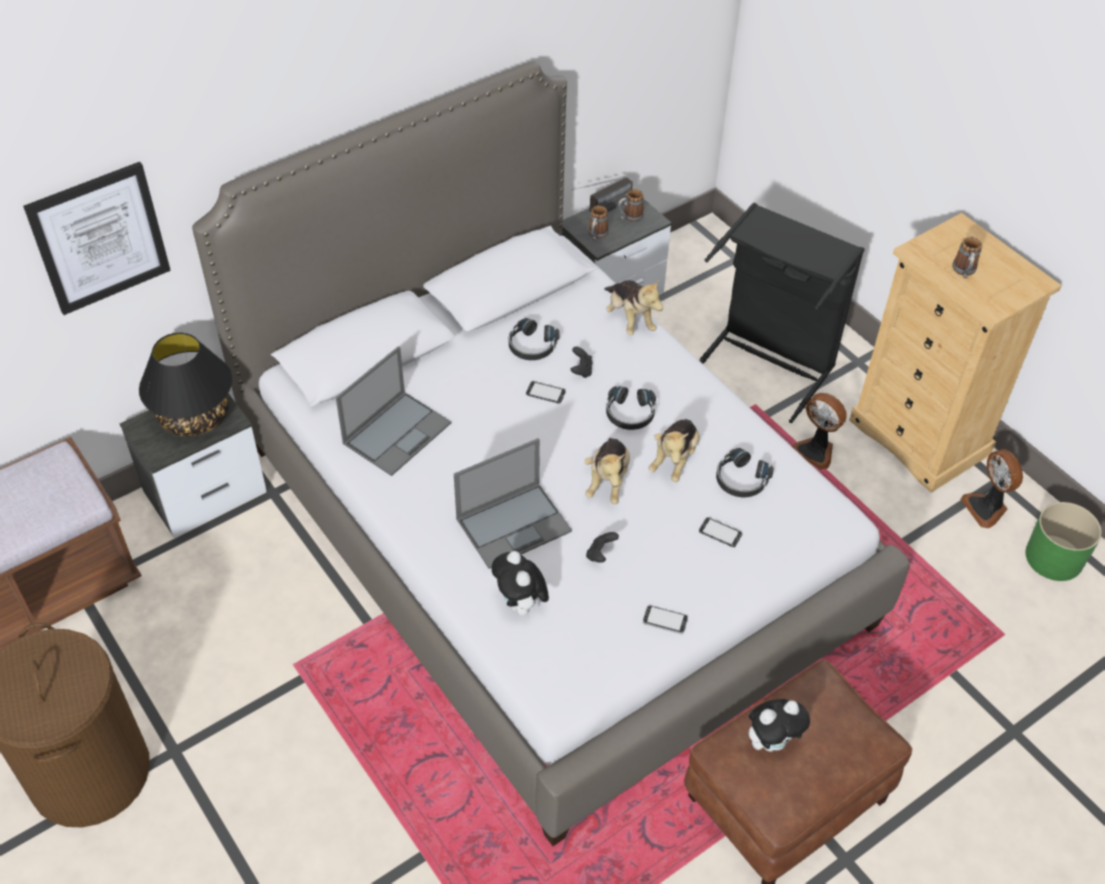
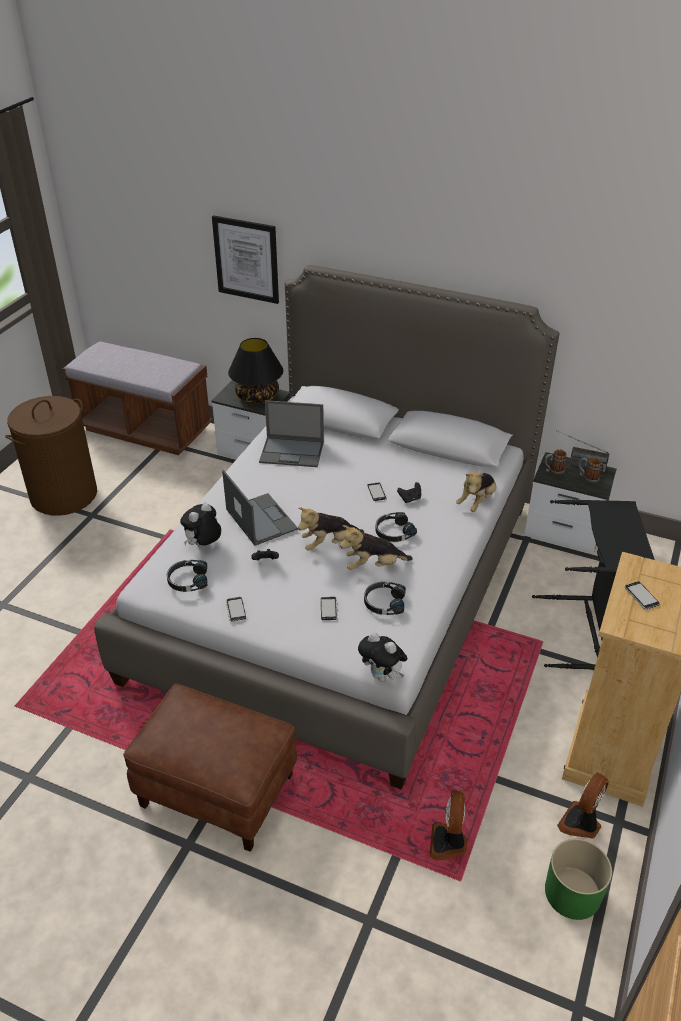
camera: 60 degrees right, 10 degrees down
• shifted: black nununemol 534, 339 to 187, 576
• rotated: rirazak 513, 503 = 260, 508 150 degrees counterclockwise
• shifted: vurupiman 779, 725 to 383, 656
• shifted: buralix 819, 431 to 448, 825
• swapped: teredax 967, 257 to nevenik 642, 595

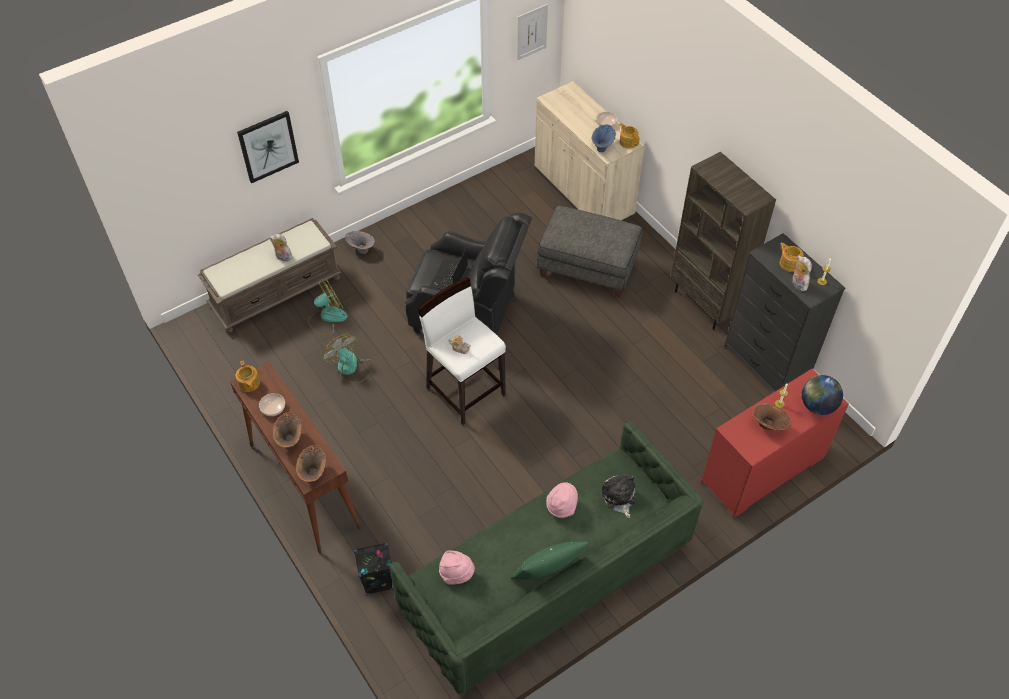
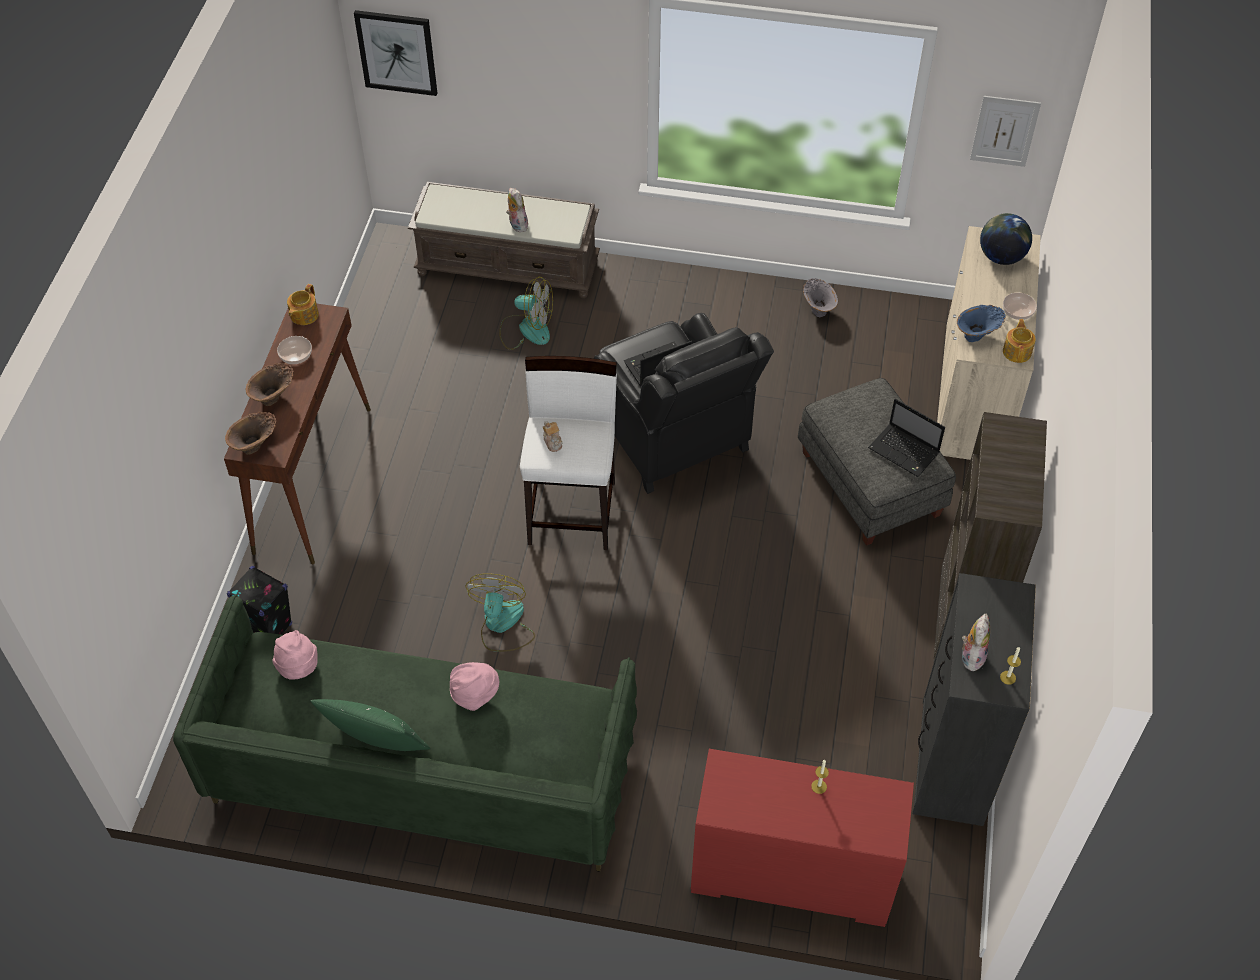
camera: 45 degrees right, 0 degrees up
• shifted: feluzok 268, 147 to 395, 53
• shifted: buralix 348, 359 to 500, 612
• shifted: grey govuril 360, 242 to 820, 297
• new: rirazak 906, 438
• shifted: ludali 822, 395 to 1006, 239
• gone: vurupiman 618, 496
• gone: brown govuril 772, 417
• gone: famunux 791, 257

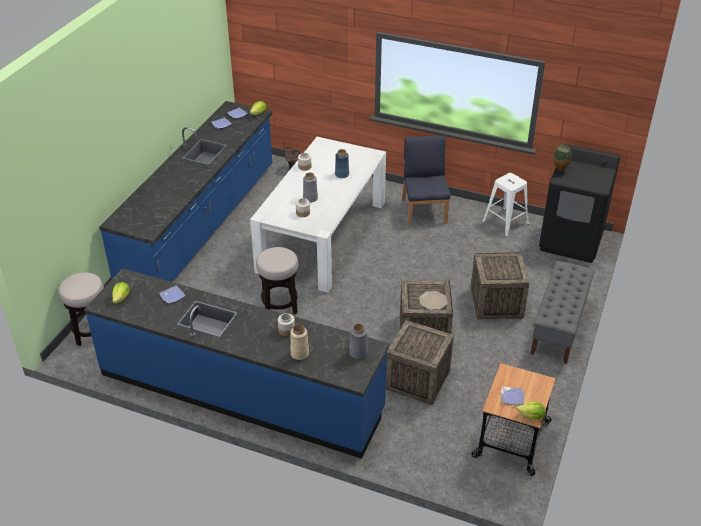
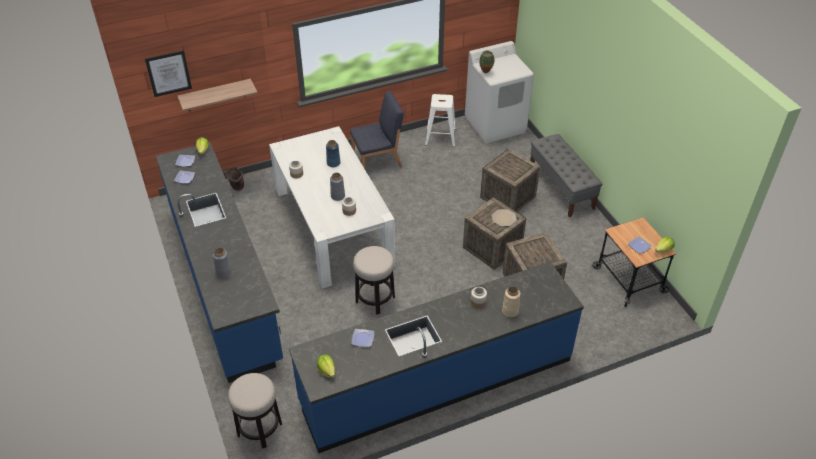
camera: 45 degrees left, 5 degrees up
• new: feluzok 168, 73
• new: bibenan 217, 95
• shifted: grey govuril 358, 341 to 222, 263
• rotated: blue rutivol 426, 180 = 376, 130 120 degrees clockwise
• repainted: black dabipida 580, 203 to white dabipida 499, 92

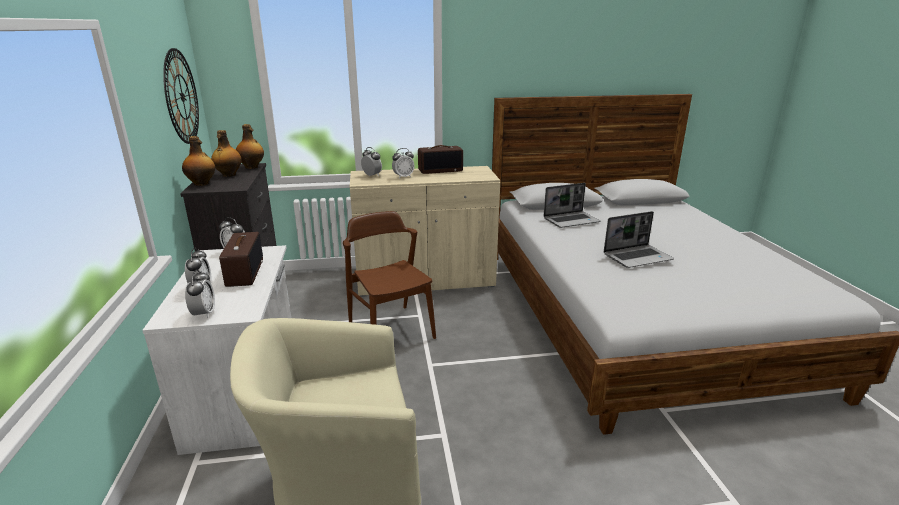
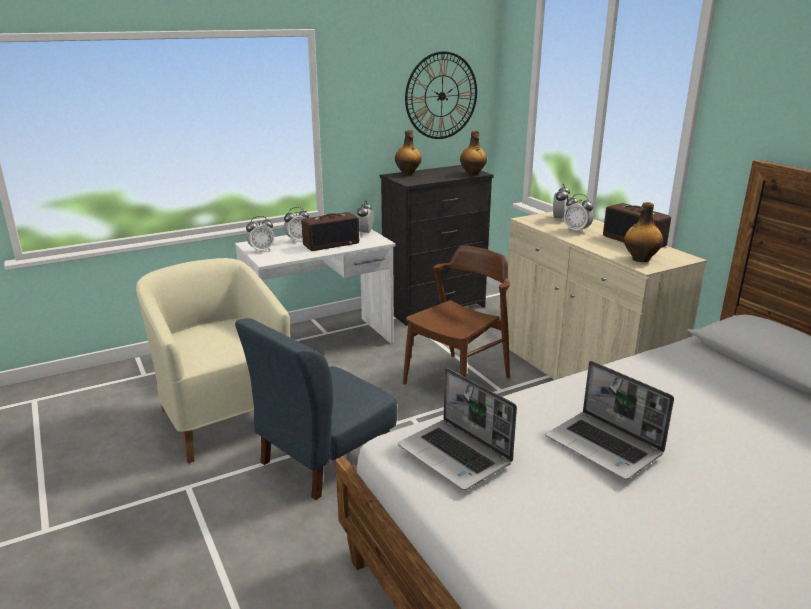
camera: 70 degrees right, 0 degrees up
• new: blue rutivol 316, 409
• shifted: rirazak 571, 205 to 457, 429
• shifted: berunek 226, 153 to 643, 232

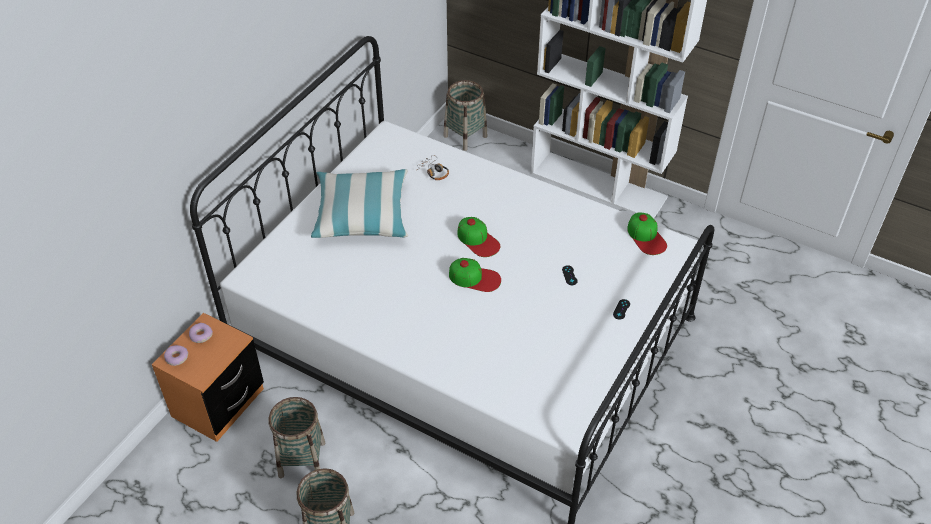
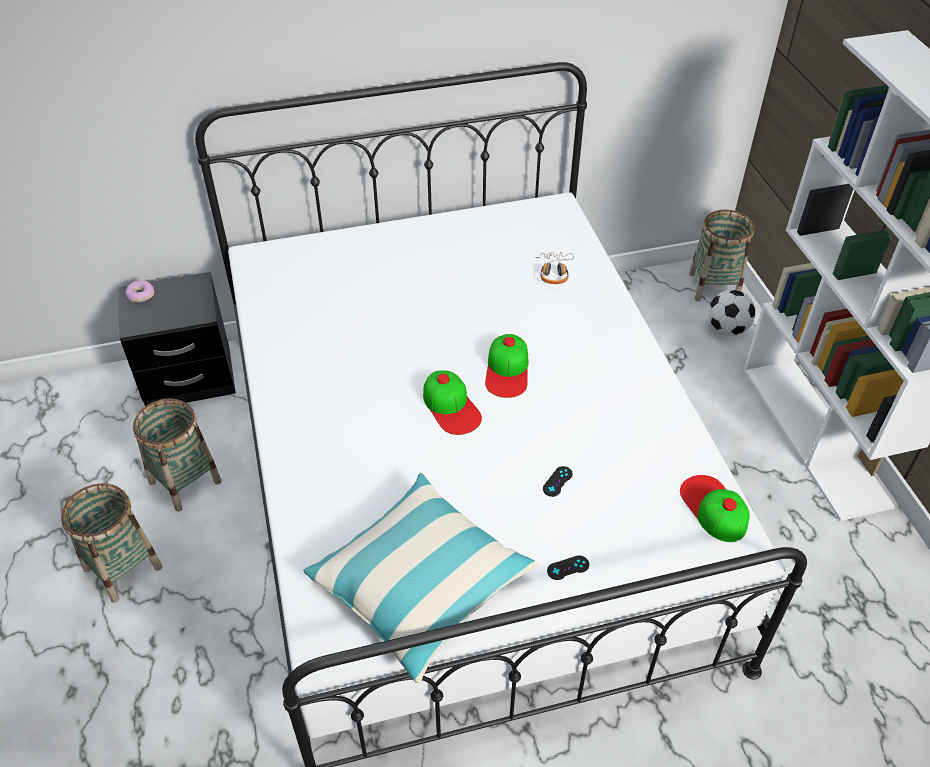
camera: 45 degrees right, 0 degrees up
• repainted: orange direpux 208, 377 to black direpux 177, 339
• shifted: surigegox 359, 203 to 420, 578
• rotated: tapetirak 647, 234 = 715, 508 135 degrees clockwise
• new: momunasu 732, 313
• gone: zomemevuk 201, 333

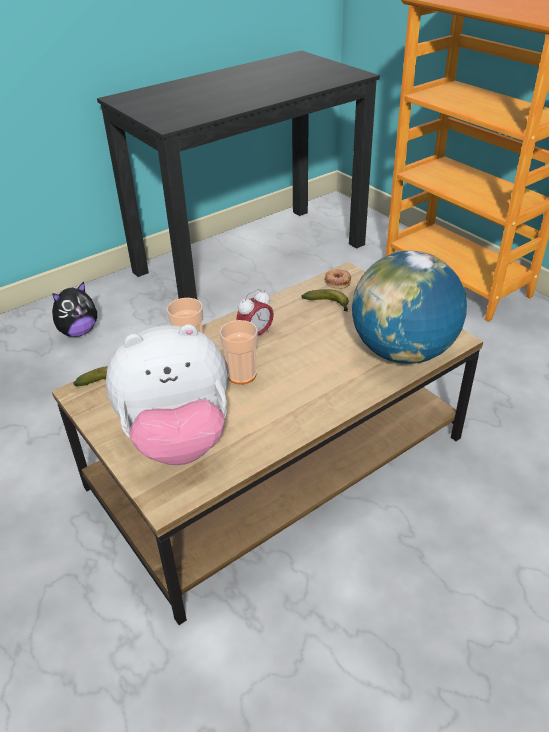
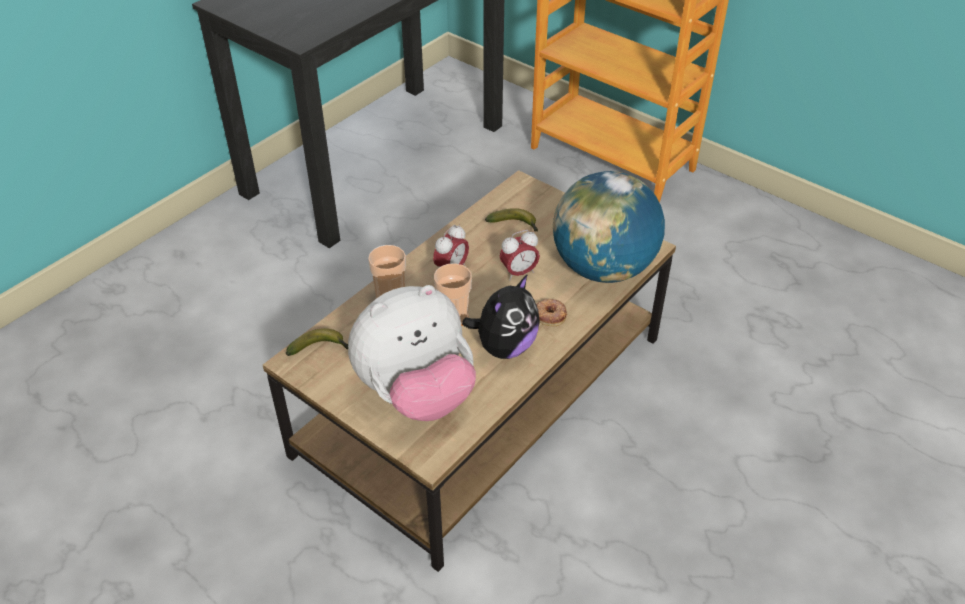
camera: 15 degrees left, 5 degrees up
• shifted: vurupiman 74, 309 to 501, 316
• new: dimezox 520, 255
• shifted: zomemevuk 338, 279 to 551, 312

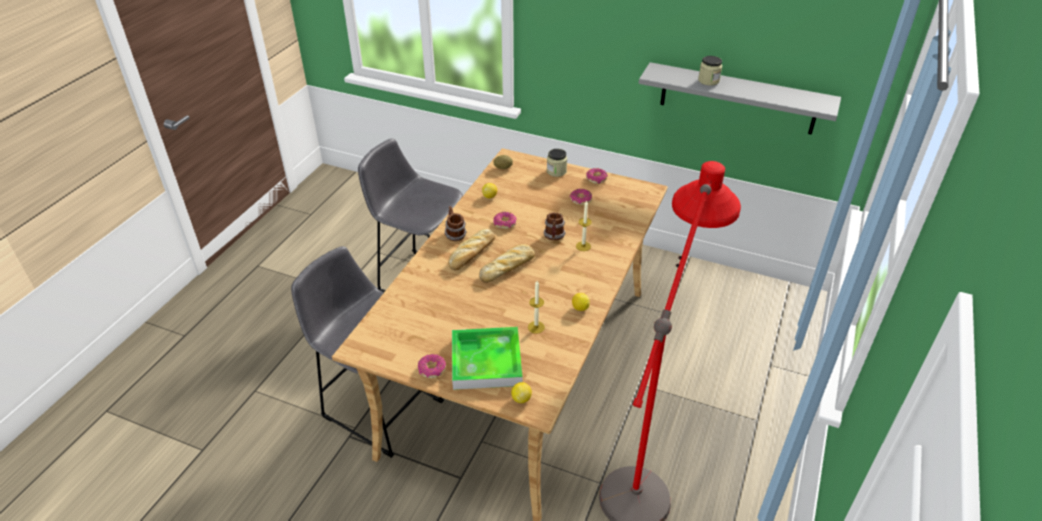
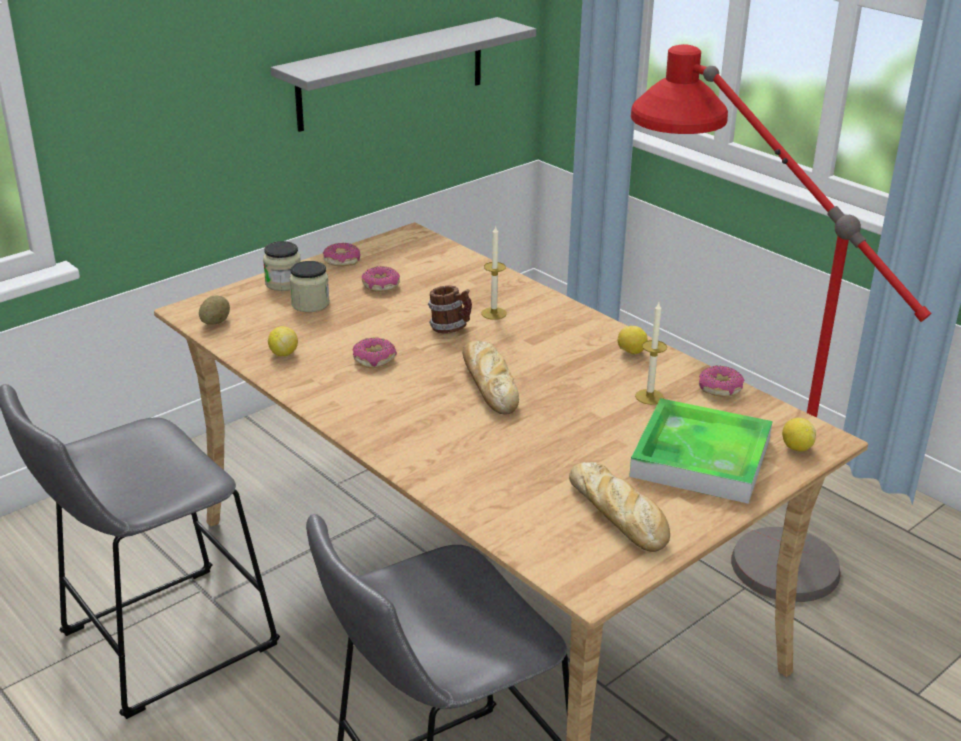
camera: 65 degrees left, 10 degrees down
• shifted: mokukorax 710, 71 to 309, 286
• shifted: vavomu 471, 249 to 619, 507
• shifted: zomemevuk 432, 366 to 721, 381
• gone: teredax 456, 223

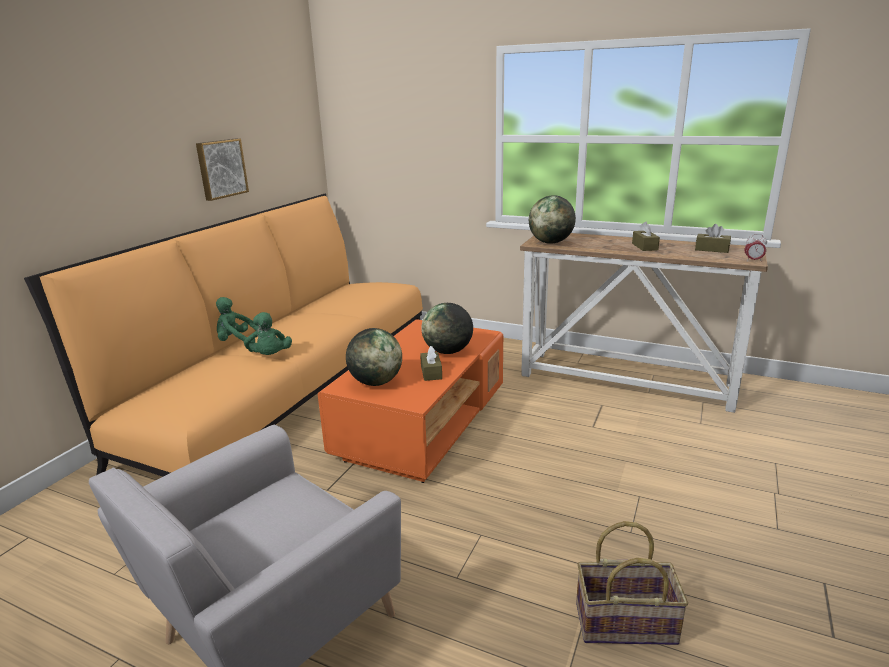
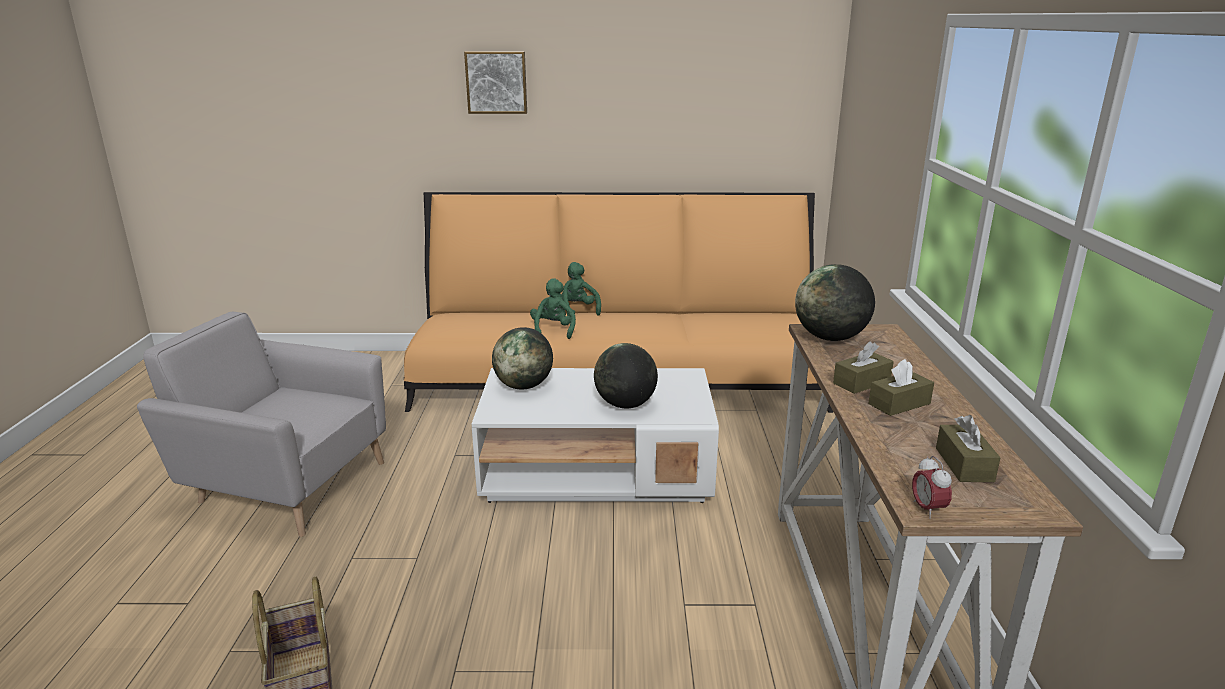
camera: 65 degrees right, 0 degrees up
• shifted: feluzok 222, 169 to 495, 82
• repainted: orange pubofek 410, 401 to white pubofek 595, 435
• rotated: green vurupiman 268, 333 = 553, 308 135 degrees clockwise
• shifted: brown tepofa 431, 363 to 863, 367

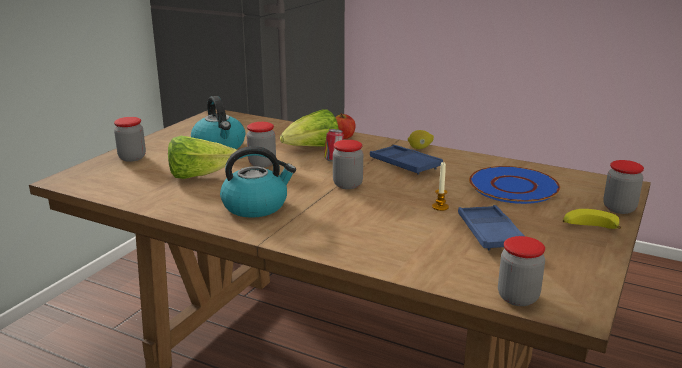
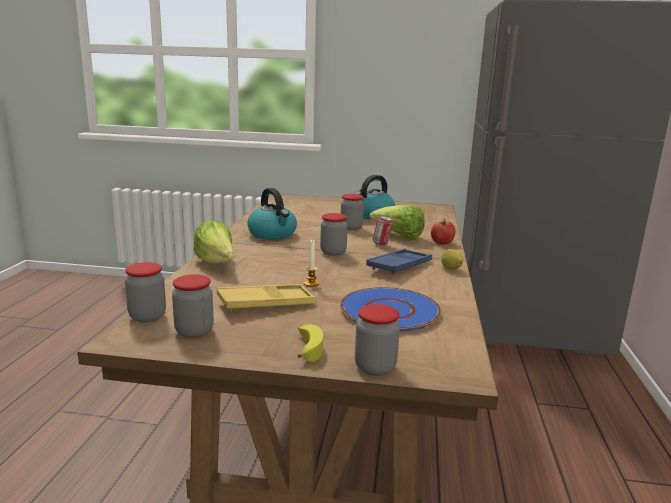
camera: 70 degrees right, 5 degrees down
• shifted: mokukorax 130, 139 to 193, 306
• shifted: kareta 202, 157 to 214, 241
• repainted: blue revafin 491, 228 to yellow revafin 266, 297

